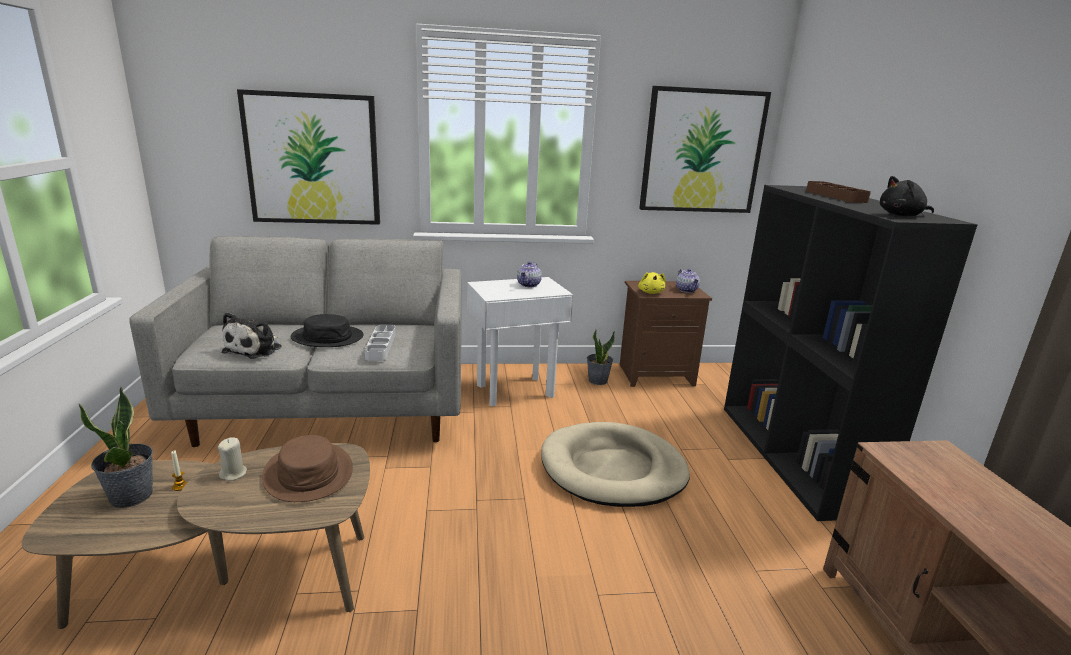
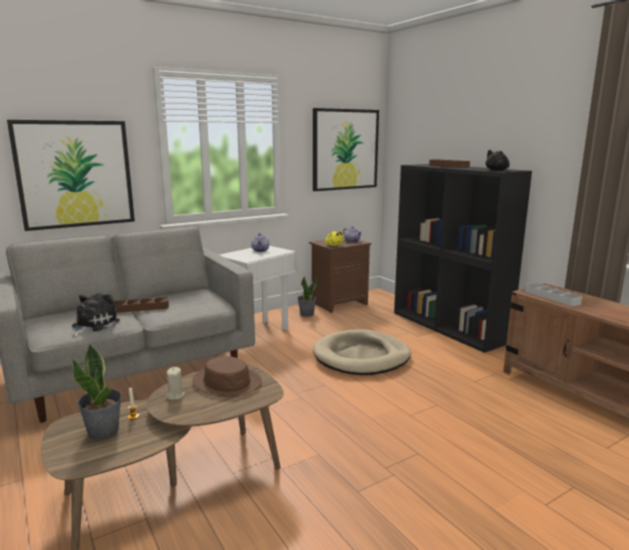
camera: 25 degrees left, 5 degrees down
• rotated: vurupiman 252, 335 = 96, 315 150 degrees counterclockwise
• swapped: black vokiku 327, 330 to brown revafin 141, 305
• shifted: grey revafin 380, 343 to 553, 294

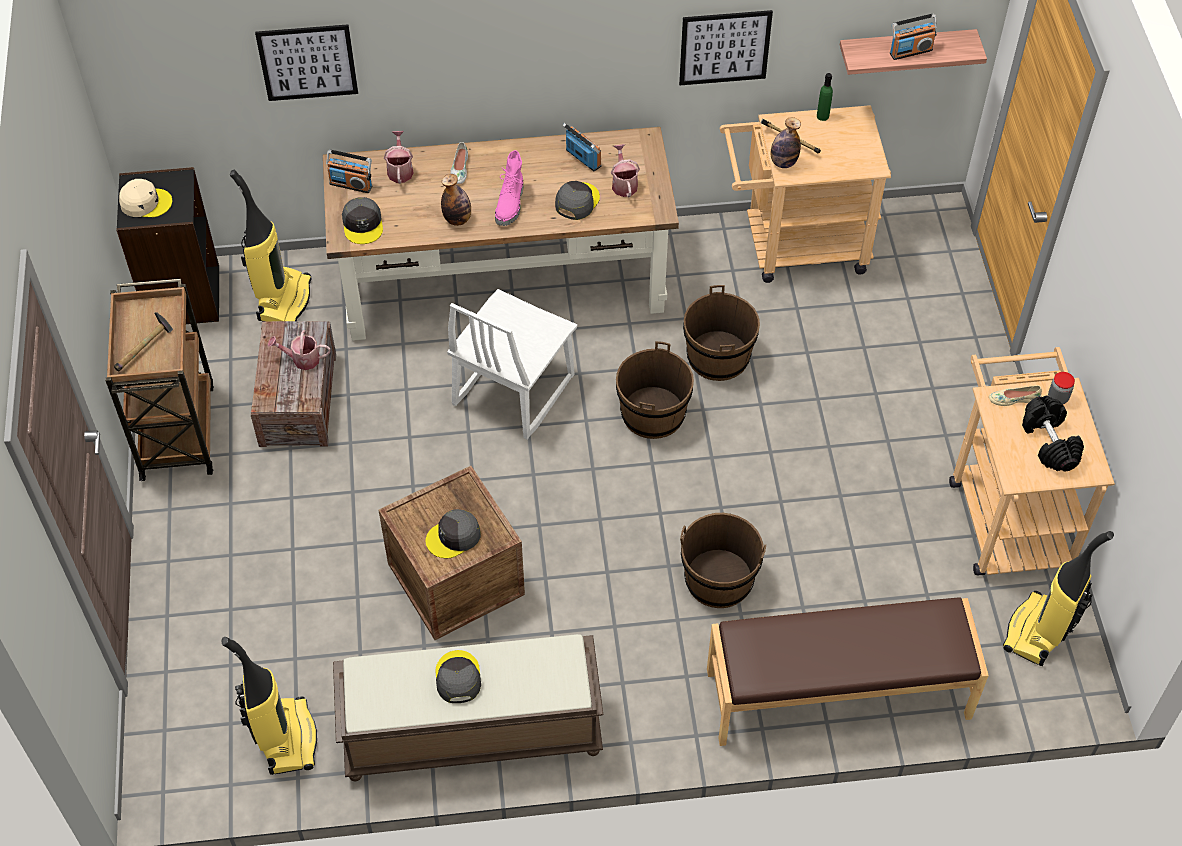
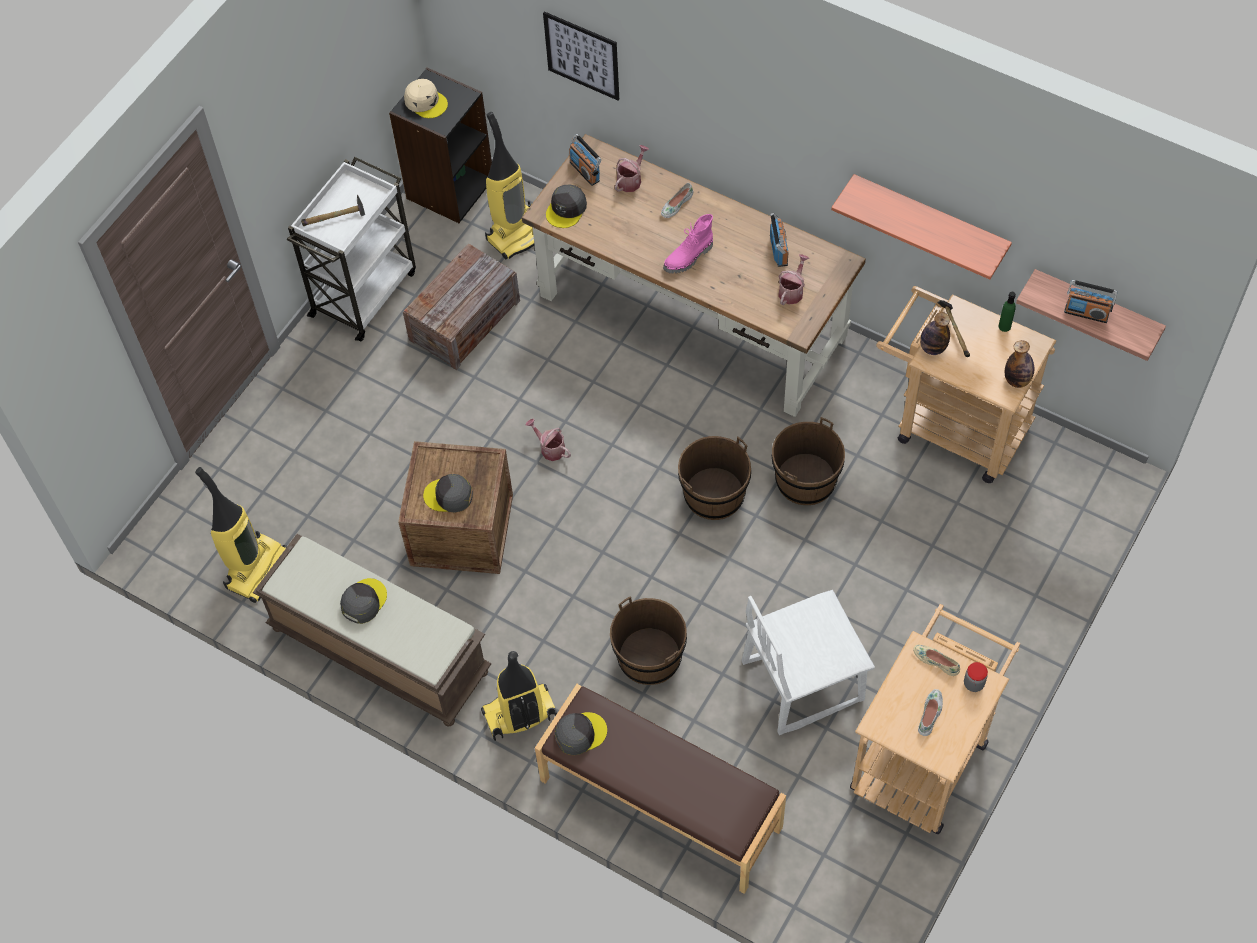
camera: 40 degrees right, 5 degrees up
• repainted: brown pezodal 159, 380 to white pezodal 351, 249
• shifted: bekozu 1058, 598 to 519, 696
• shifted: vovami 299, 350 to 548, 439
• shifted: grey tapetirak 577, 200 to 581, 733
• shifted: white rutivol 512, 364 to 808, 662
• swapped: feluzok 726, 47 to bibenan 921, 227
• swapped: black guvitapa 1053, 434 to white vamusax 930, 712
• shifted: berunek 456, 200 to 1019, 364

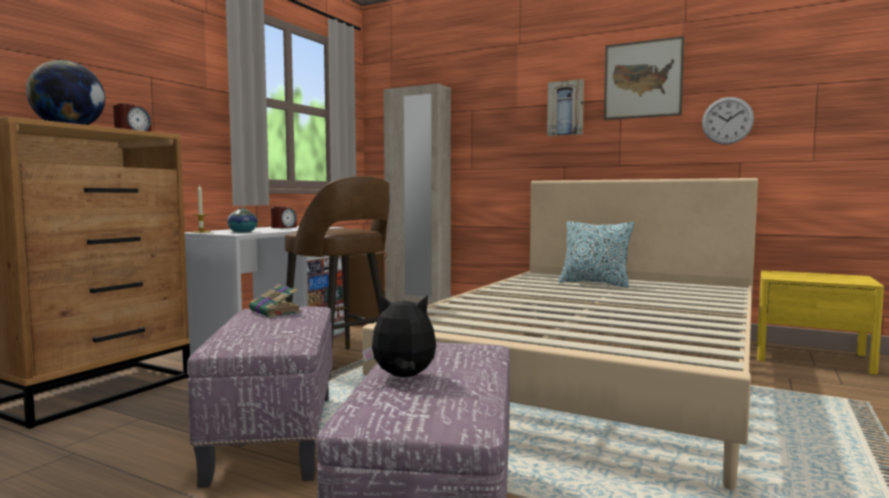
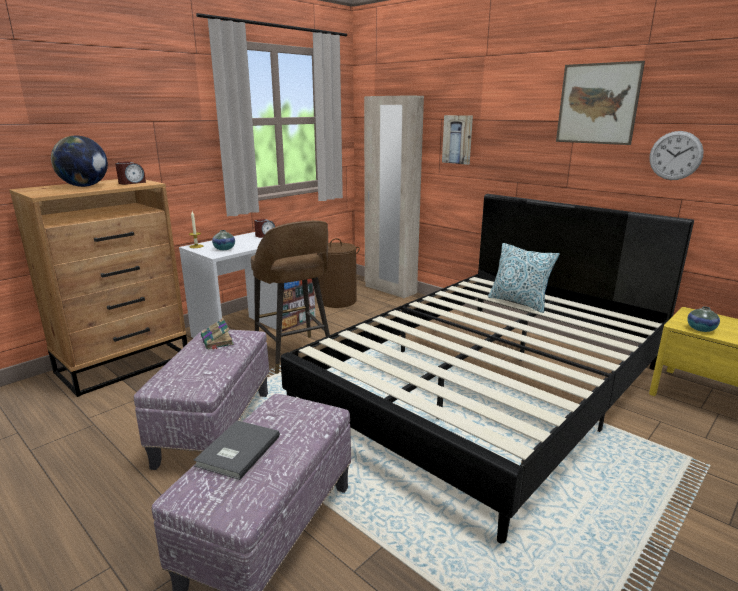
camera: 15 degrees right, 15 degrees up
• swapped: vurupiman 399, 335 to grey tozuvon 237, 450
• repainted: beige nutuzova 560, 334 to black nutuzova 487, 369
• shifted: feluzok 565, 107 to 457, 140
• new: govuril 703, 319

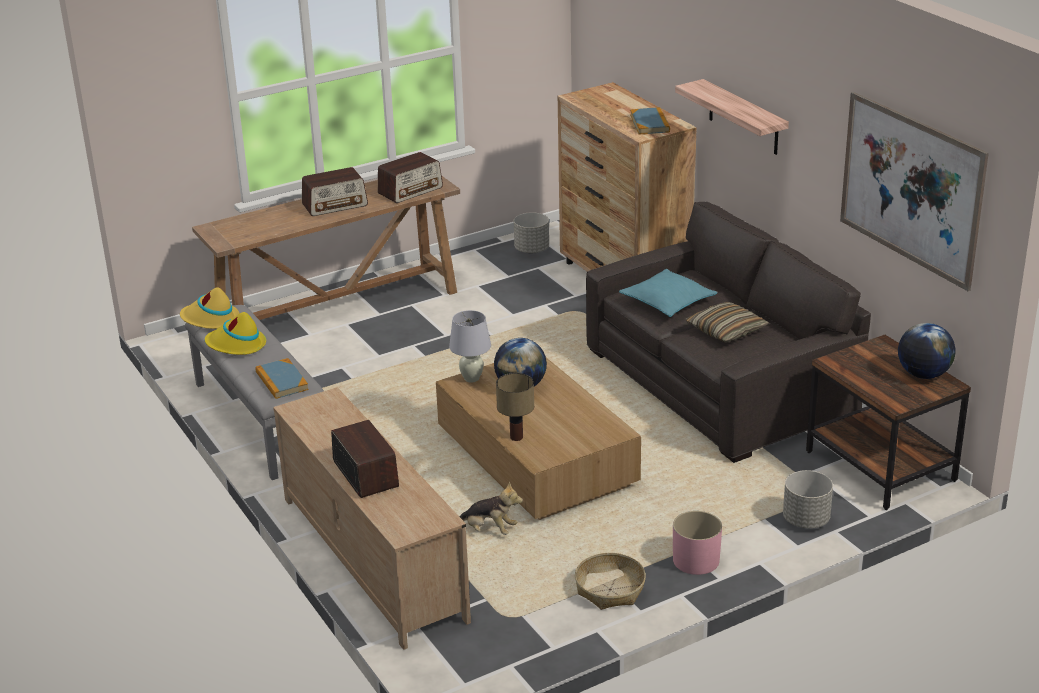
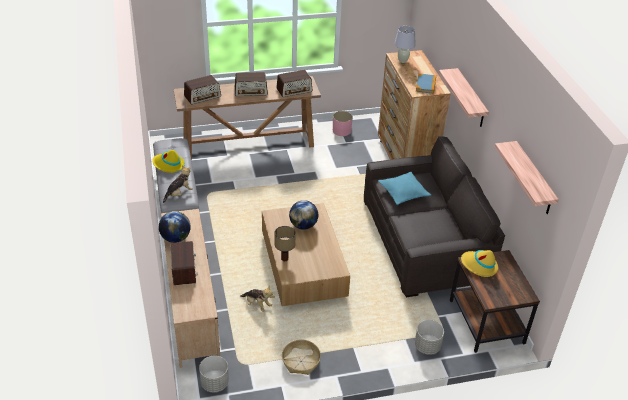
camera: 15 degrees right, 10 degrees up
• shifted: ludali 927, 351 to 175, 227
• swapped: tozuvon 282, 378 to vurupiman 178, 184
• new: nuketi 202, 90
• shifted: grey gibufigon 531, 232 to 214, 373
• shifted: pink gibufigon 697, 543 to 343, 123
• shifted: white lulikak 470, 346 to 405, 44
• shifted: yellow vokiku 209, 308 to 479, 263
• swapped: feluzok 914, 191 to bibenan 527, 177
• gone: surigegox 727, 322

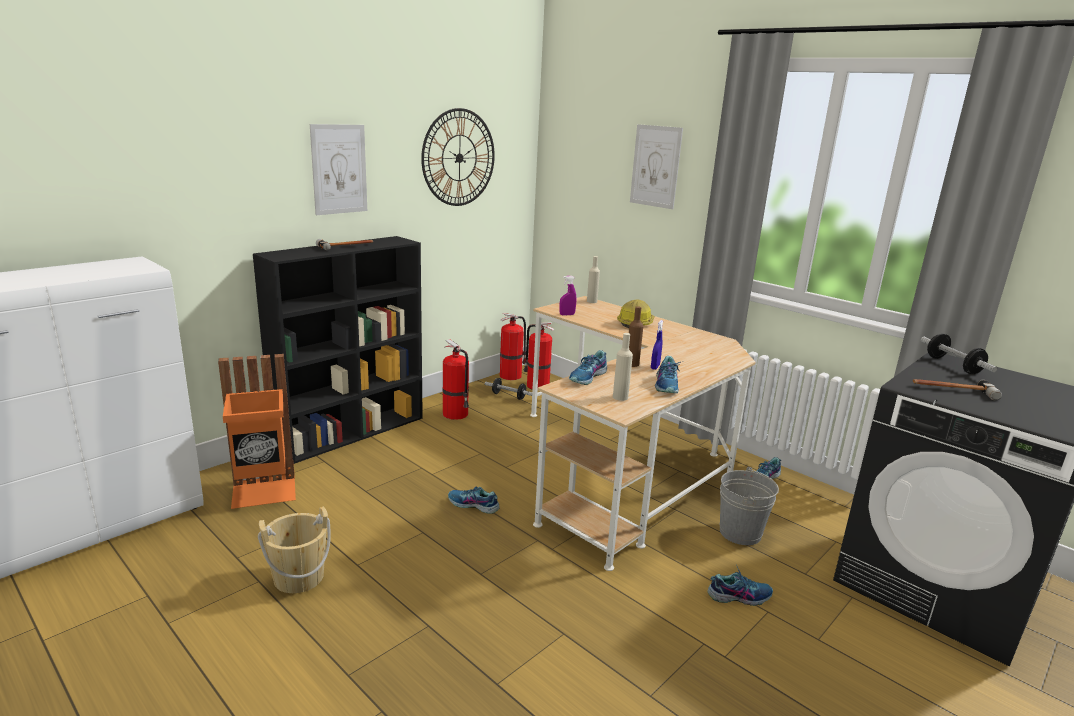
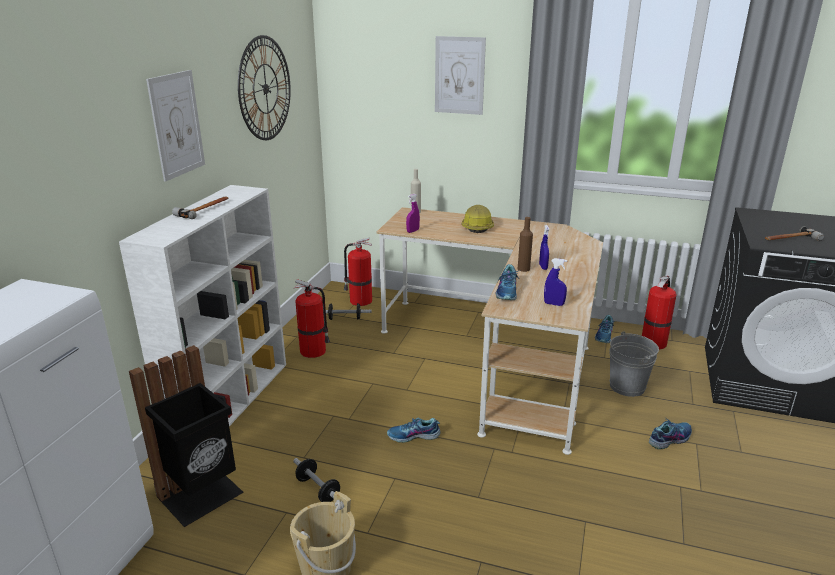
camera: 25 degrees left, 5 degrees up
• repainted: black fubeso 338, 350 to white fubeso 202, 305
• repainted: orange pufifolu 257, 431 to black pufifolu 186, 436
• shifted: guvitapa 959, 354 to 316, 480
• swapped: beige berunek 623, 367 to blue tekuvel 555, 282
• shifted: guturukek 513, 346 to 659, 312
• gone: vamusax 668, 374

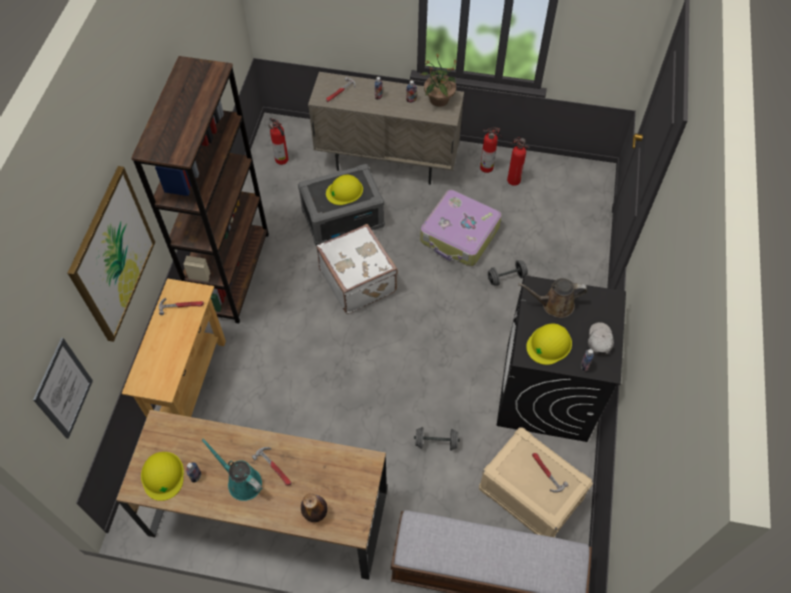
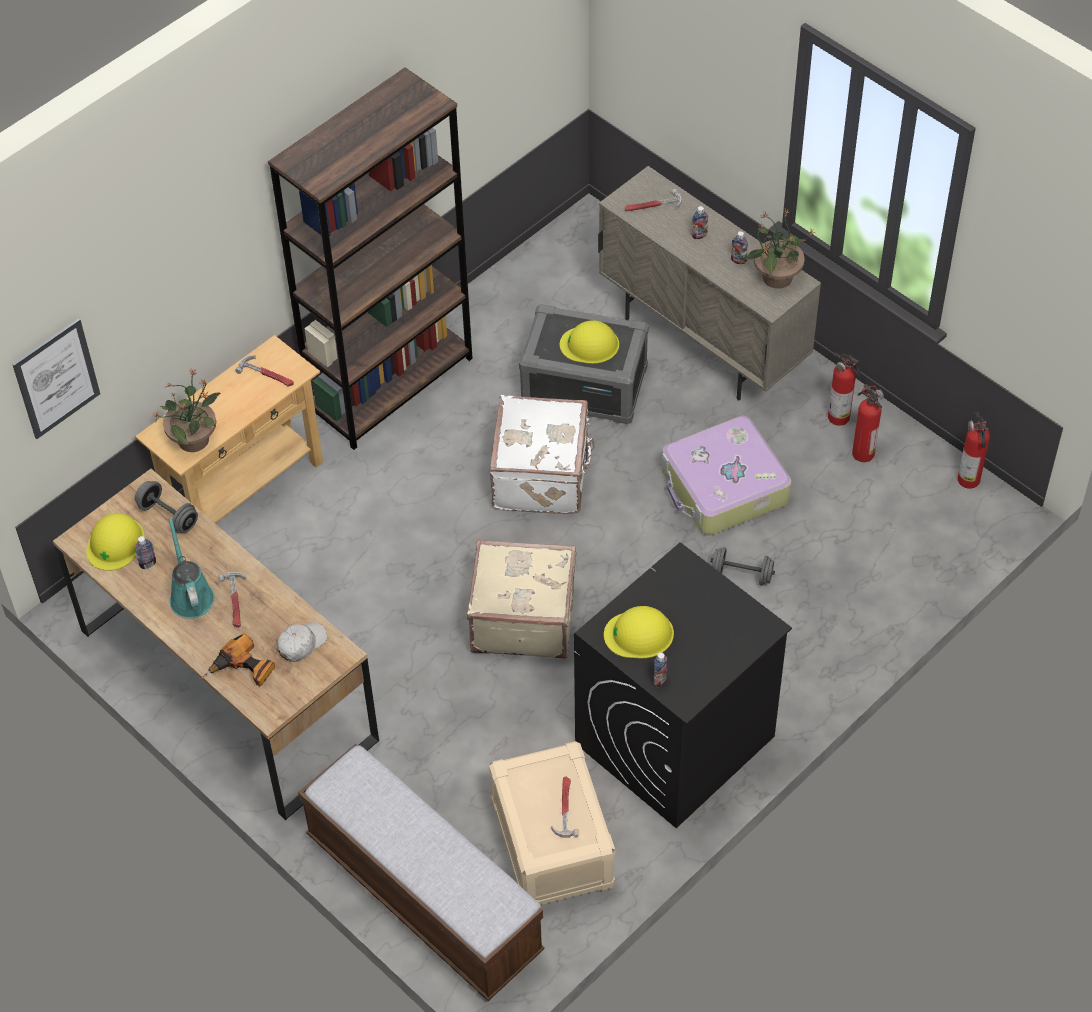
camera: 35 degrees right, 5 degrees down
• shifted: grey guvitapa 437, 439 to 166, 507
• new: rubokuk 186, 410
• swapped: berunek 314, 507 to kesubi 238, 660
• shifted: white tapetirak 601, 338 to 302, 642
• new: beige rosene 521, 599
• shifted: guturukek 278, 141 to 974, 450
• gone: feluzok 111, 254
• gone: brown vovami 552, 298

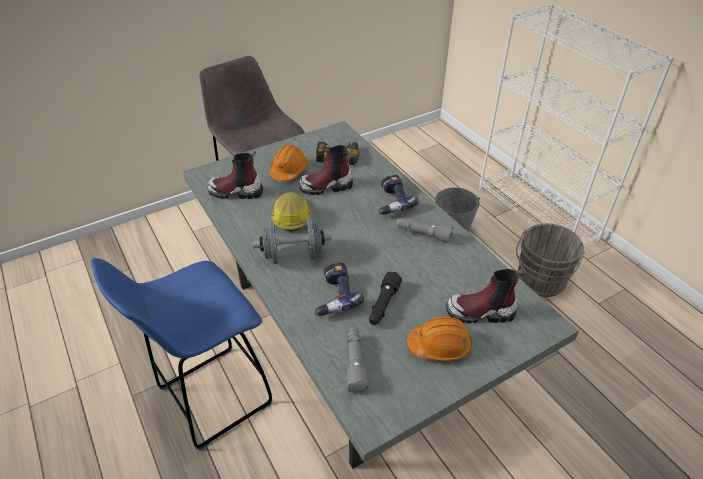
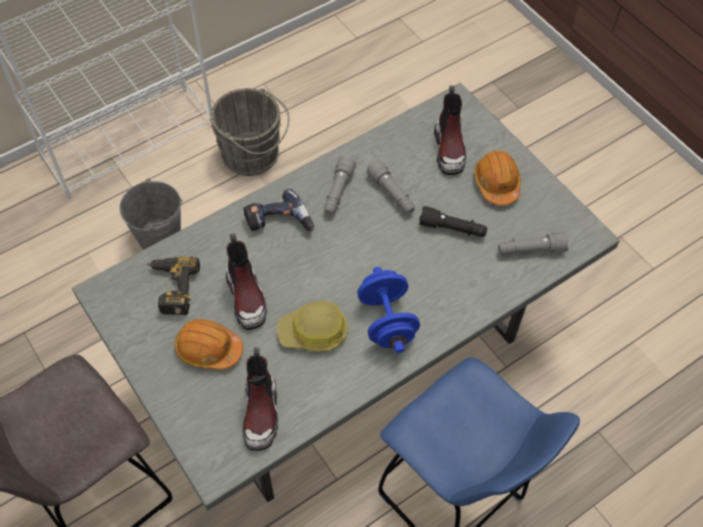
camera: 95 degrees left, 15 degrees up
• repainted: grey guvitapa 292, 241 to blue guvitapa 388, 310
• new: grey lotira 391, 187
• gone: kesubi 339, 289

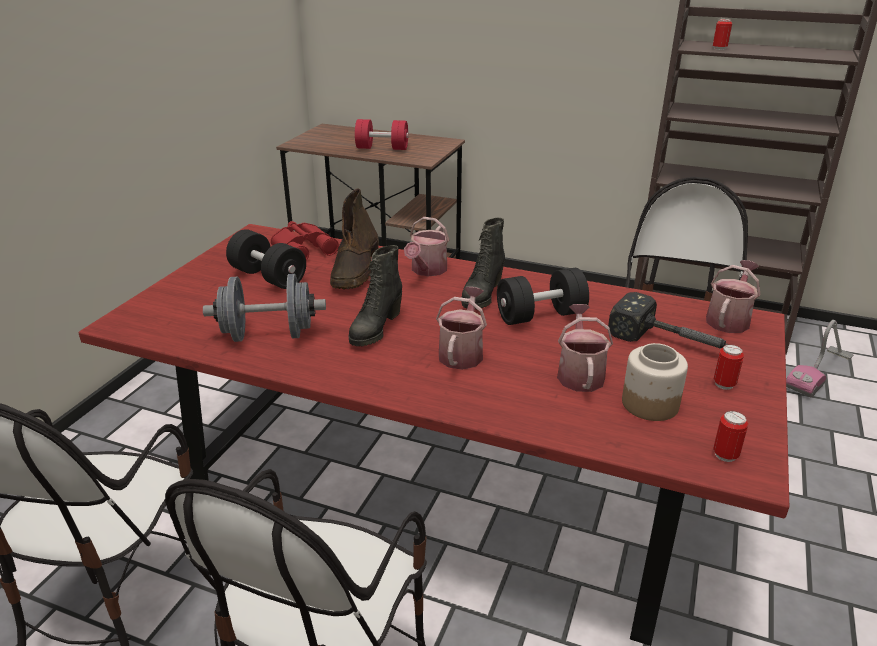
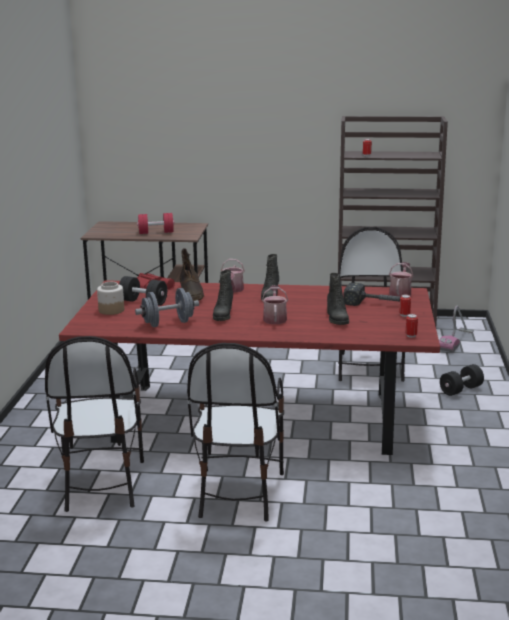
camera: 15 degrees left, 10 degrees down
• shifted: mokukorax 655, 382 to 110, 298
• swapped: vovami 585, 348 to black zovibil 338, 299
• shifted: black guvitapa 543, 296 to 462, 380

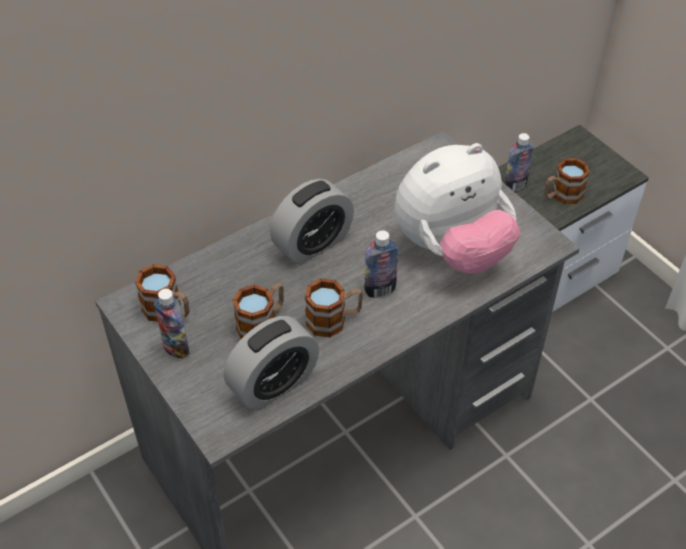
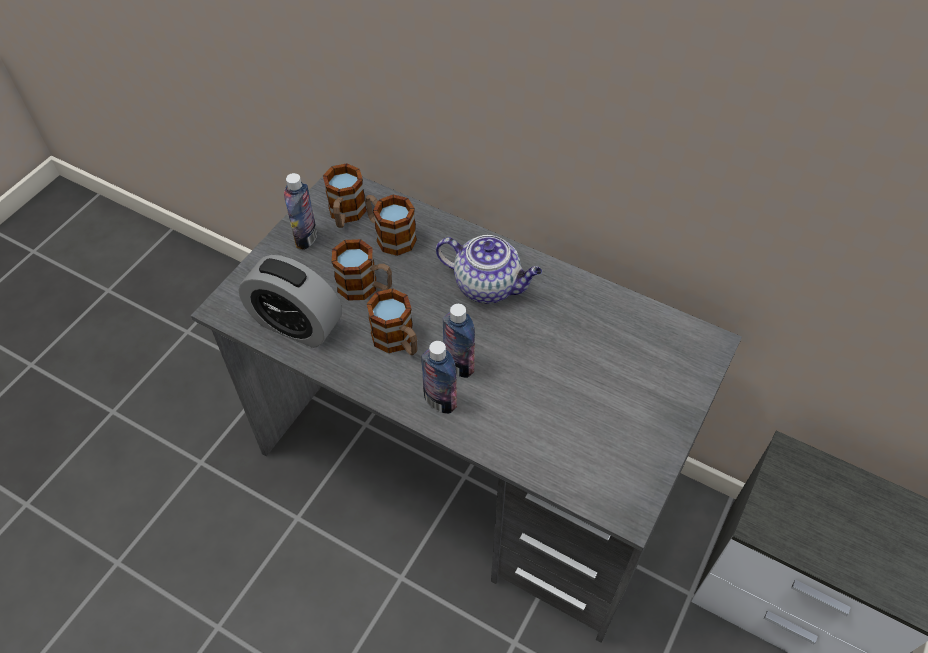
camera: 65 degrees right, 5 degrees up
• shifted: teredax 566, 181 to 391, 225
• shifted: berunek 519, 162 to 439, 377
• swapped: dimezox 312, 222 to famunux 489, 269
• gone: vurupiman 457, 208

